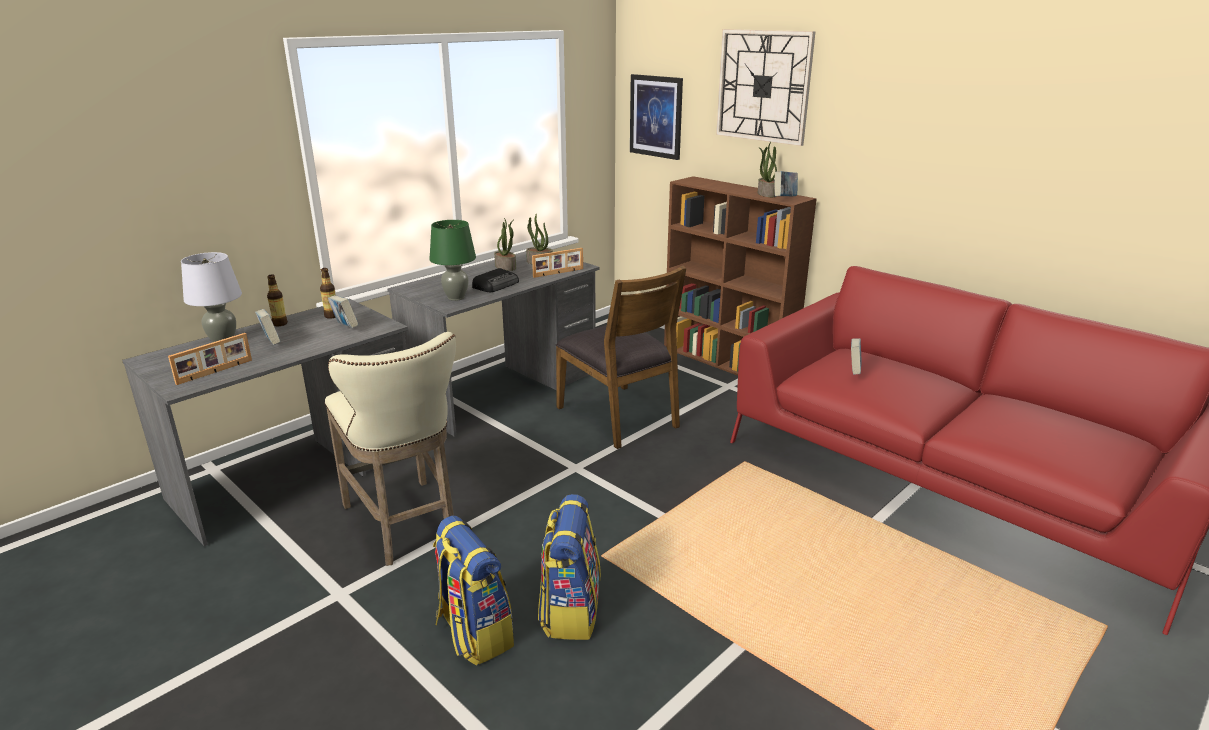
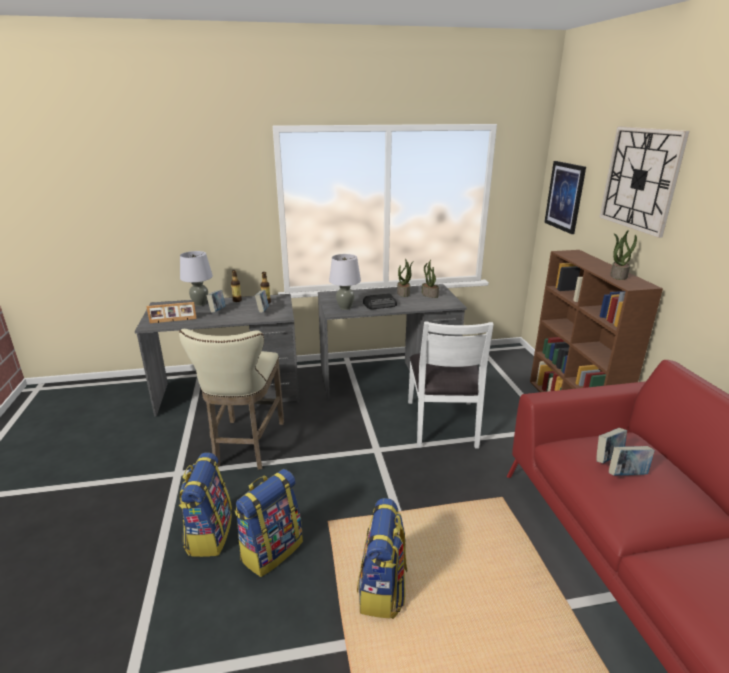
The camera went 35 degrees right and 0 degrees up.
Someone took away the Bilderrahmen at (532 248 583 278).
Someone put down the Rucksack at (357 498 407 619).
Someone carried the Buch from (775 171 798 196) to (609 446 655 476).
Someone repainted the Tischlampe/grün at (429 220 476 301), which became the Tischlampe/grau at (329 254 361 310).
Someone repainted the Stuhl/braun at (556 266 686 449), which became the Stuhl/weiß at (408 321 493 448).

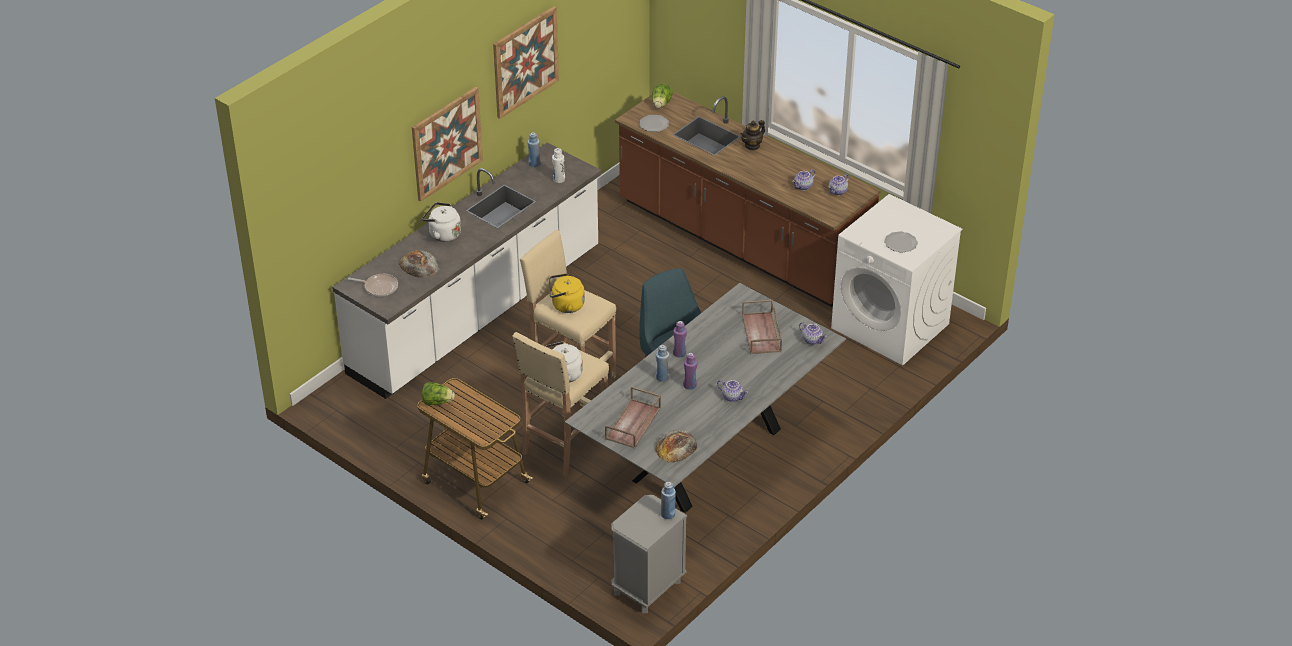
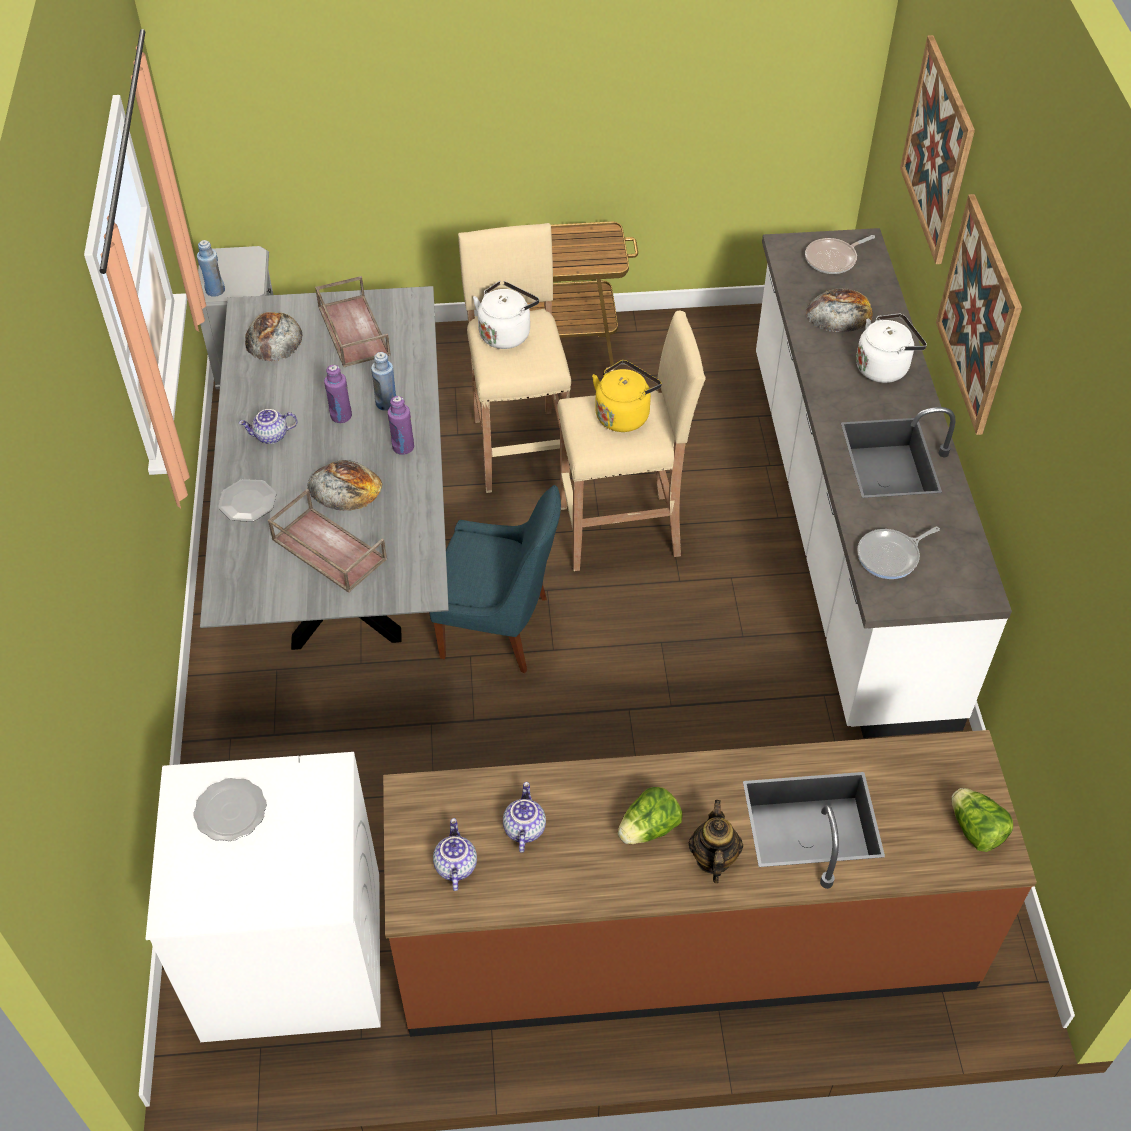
The camera went 135 degrees right and 10 degrees up.
Someone took away the Flasche/blau at (527 132 541 167).
Someone took away the Teekanne at (799 322 827 345).
Someone put down the Brot at (307 460 382 511).
Someone carried the Salatkopf from (422 382 455 405) to (618 787 682 844).
Someone carried the Bild from (493 6 559 119) to (900 35 975 264).
Someone carried the Teller from (640 115 669 132) to (218 479 276 522).
Someone swapped the Flasche/weiß at (552 148 565 183) for the Pfanne at (857 527 940 579).

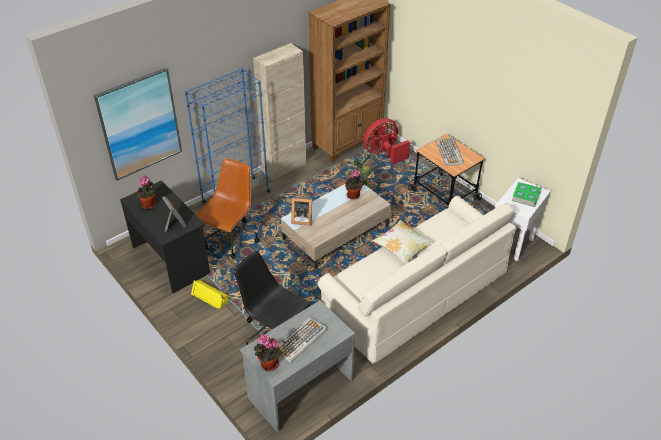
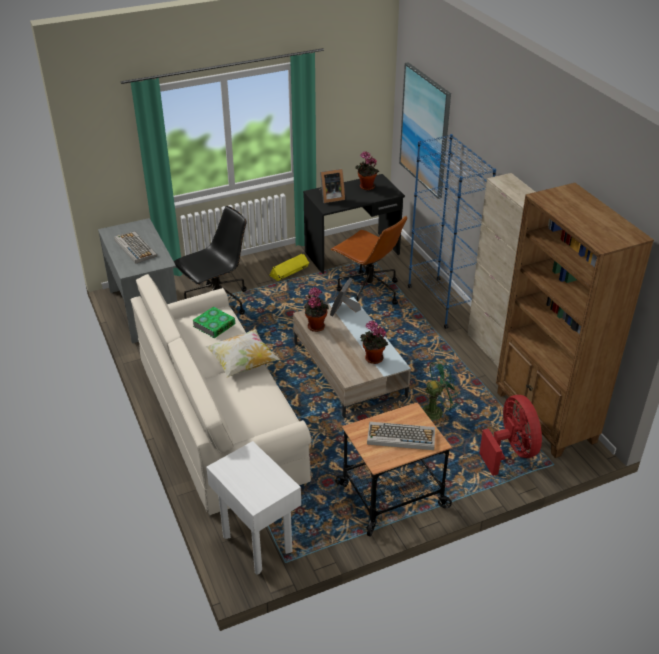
The camera went 105 degrees right and 5 degrees down.
Someone carried the Topfpflanze from (253 334 282 371) to (304 287 329 332).
Someone carried the Buch from (512 182 541 207) to (192 307 235 338).

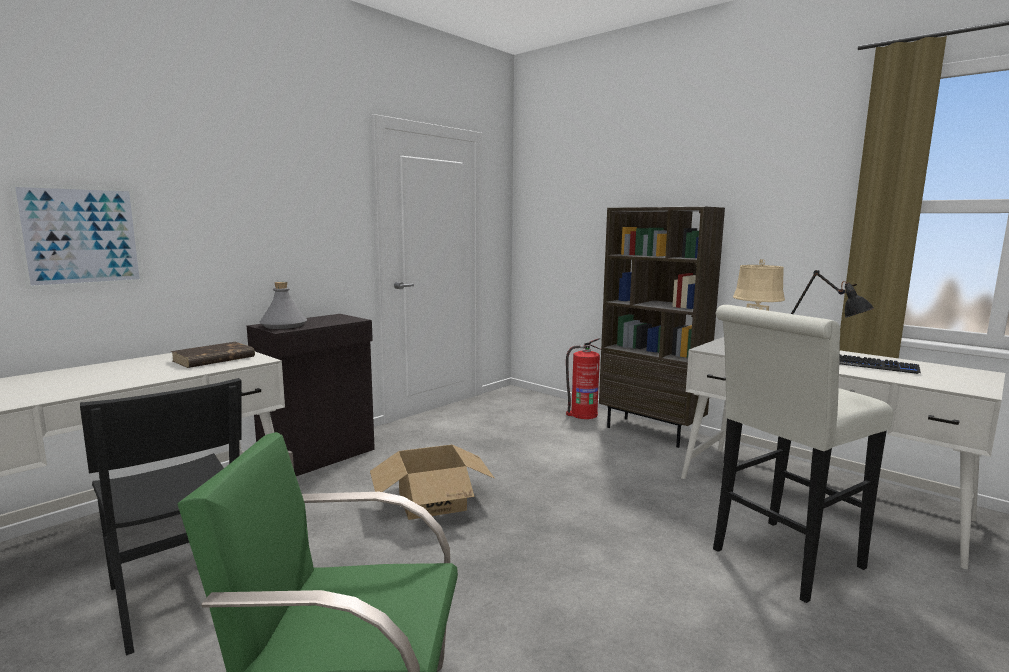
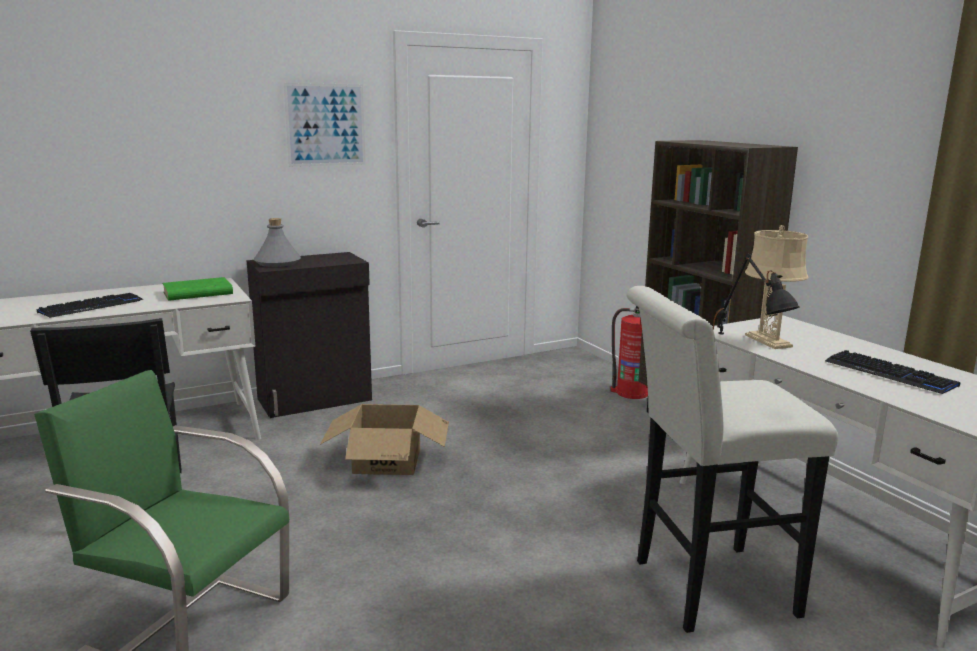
The camera went 20 degrees right and 5 degrees up.
Someone put down the Tastatur at (37 293 143 318).
Someone carried the Bild from (10 183 143 289) to (284 83 366 167).
Someone repainted the Buch/braun at (171 342 255 368), which became the Buch/grün at (162 277 233 301).

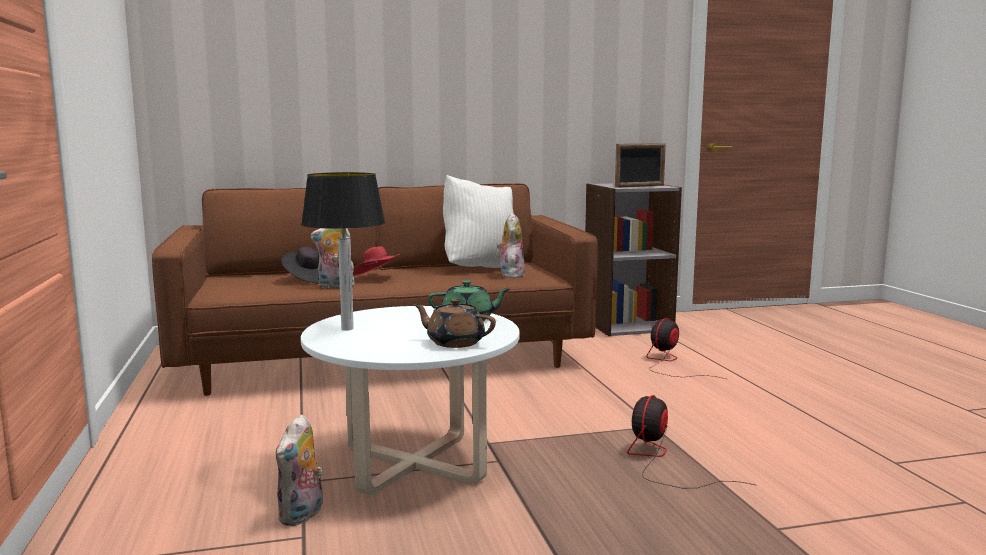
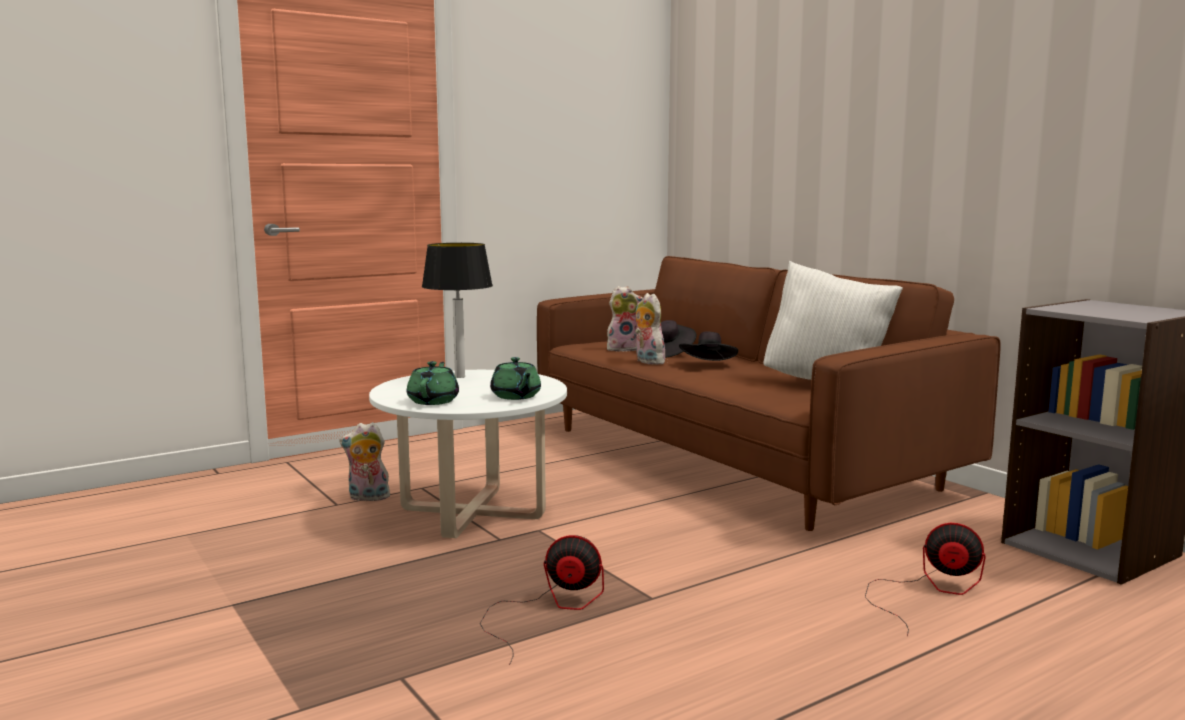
The camera went 70 degrees right and 0 degrees up.
Someone took away the Bilderrahmen at (615 143 666 188).
Someone carried the Plüschtier from (497 213 525 278) to (607 286 643 352).
Someone repainted the Hut/rot at (353 246 400 276), which became the Hut/schwarz at (679 332 738 361).
Someone repainted the Teekanne/braun at (413 299 496 348), which became the Teekanne/grün at (407 361 459 405).

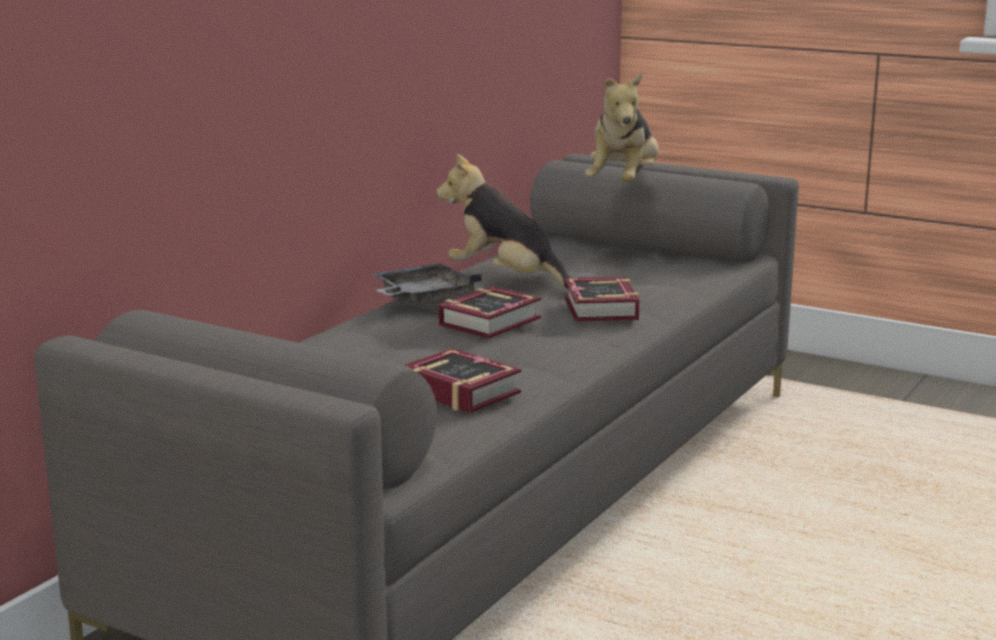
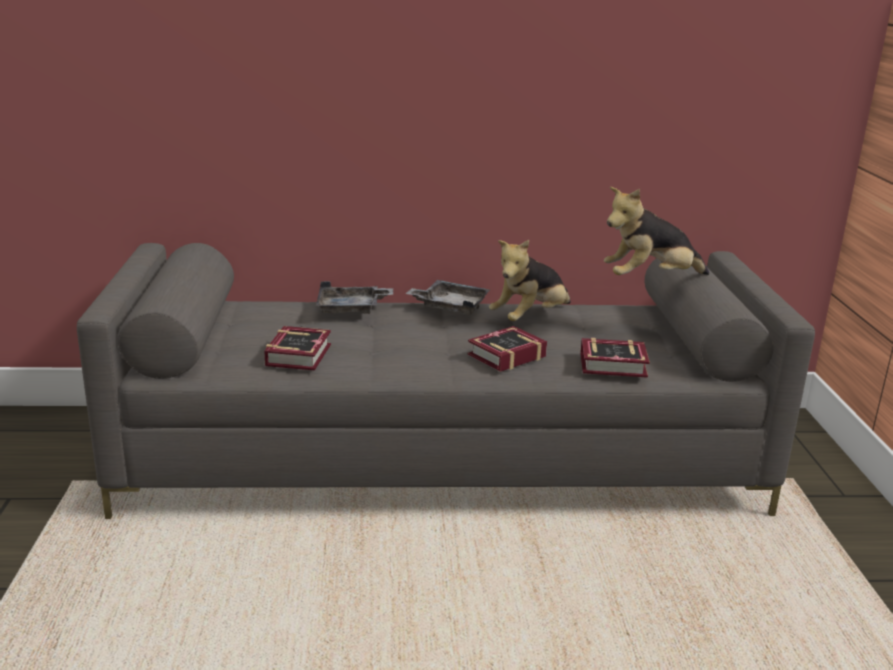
The camera went 55 degrees right and 5 degrees up.
Someone put down the Tablett/grau at (316 281 393 314).
Someone carried the Buch from (438 286 541 338) to (580 338 650 378).
Someone rotated the Plüschtier at (436 154 572 289) by 135 degrees counterclockwise.

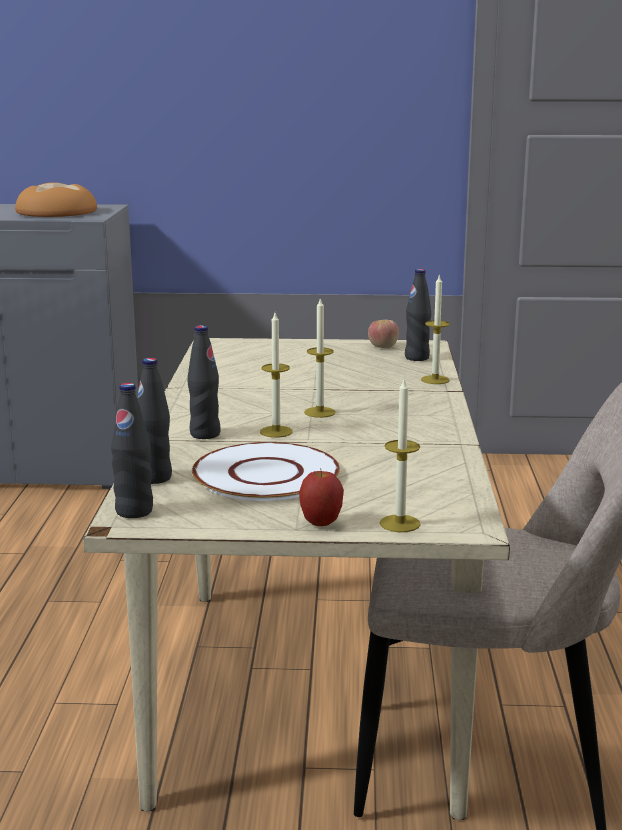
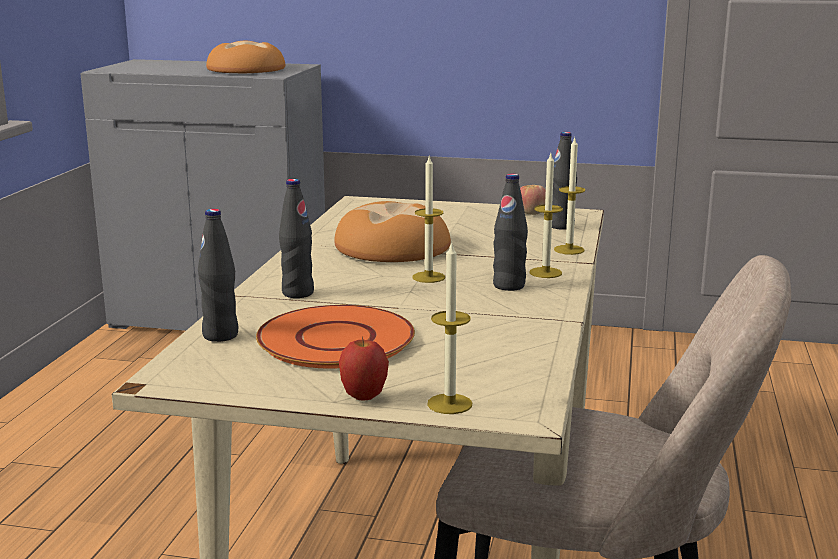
The camera went 10 degrees right and 0 degrees up.
Someone put down the Brot at (334 201 451 262).
Someone carried the Flasche/schwarz from (111 383 153 518) to (493 174 528 291).
Someone carried the Kerze from (260 313 293 438) to (530 153 563 278).
Someone repainted the Teller/weiß at (192 442 340 501), which became the Teller/orange at (256 305 415 369).

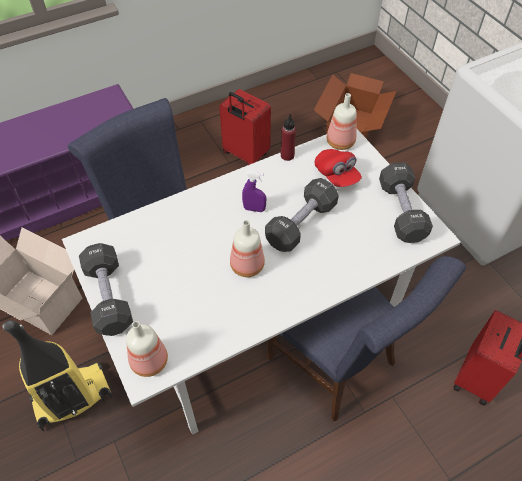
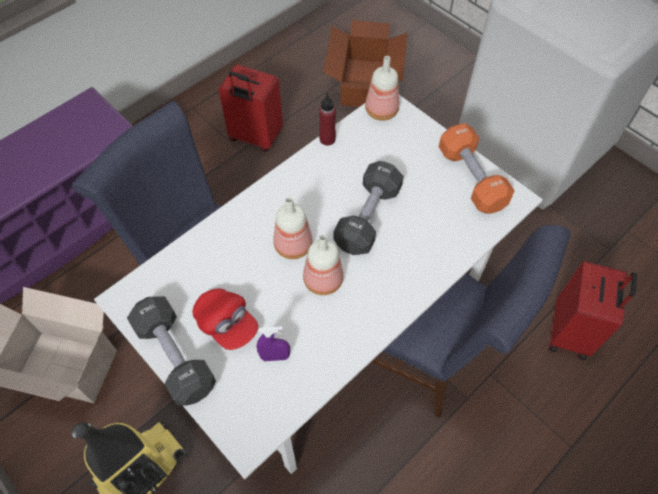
The camera went 15 degrees left and 5 degrees up.
Someone carried the Flasche from (126 321 168 377) to (273 197 313 259).
Someone carried the Sprühflasche/lila from (242 171 266 212) to (257 326 290 361).
Someone carried the Kappe/rot from (315 149 362 187) to (193 288 258 350).
Someone repainted the Hantel/schwarz at (379 162 433 243), which became the Hantel/orange at (439 123 515 214).

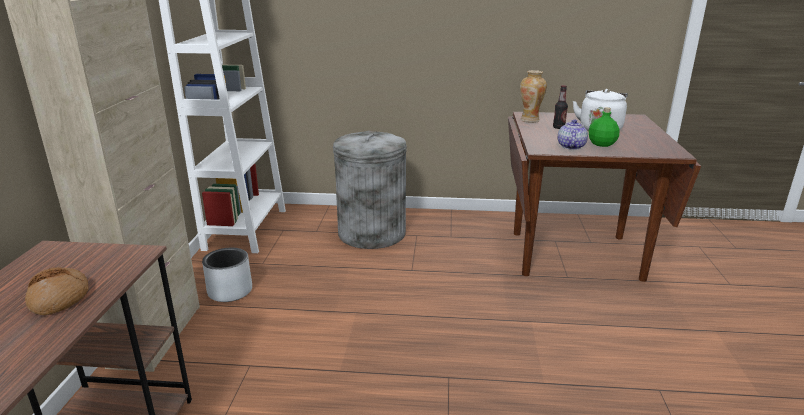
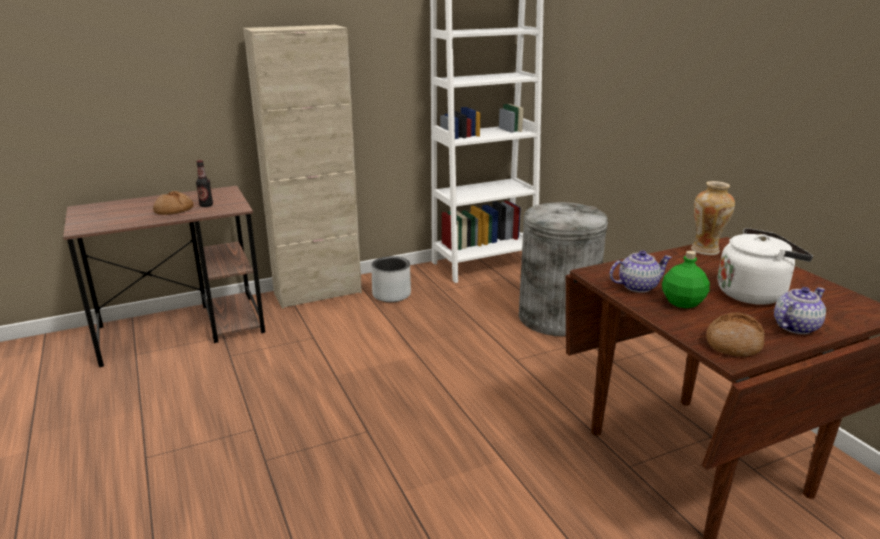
The camera went 60 degrees right and 0 degrees up.
Someone put down the Brot at (706 312 765 357).
Someone put down the Teekanne at (774 287 826 334).
Someone carried the Flasche from (553 85 568 129) to (196 160 213 207).

